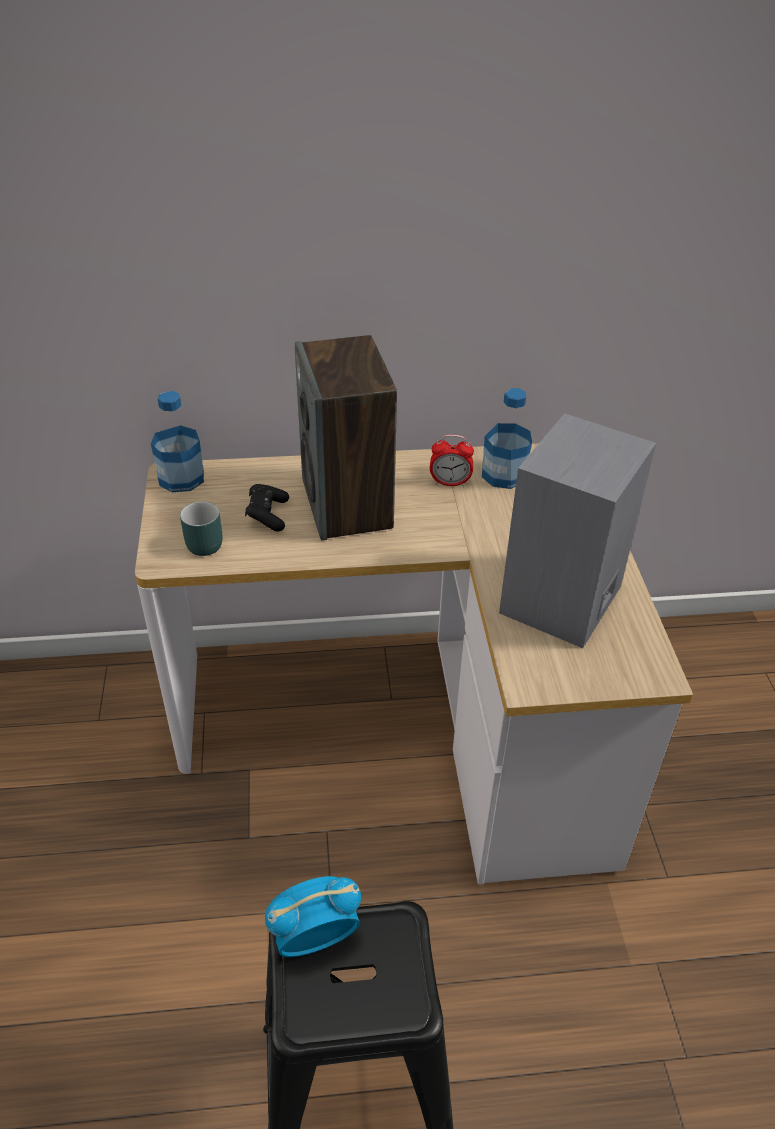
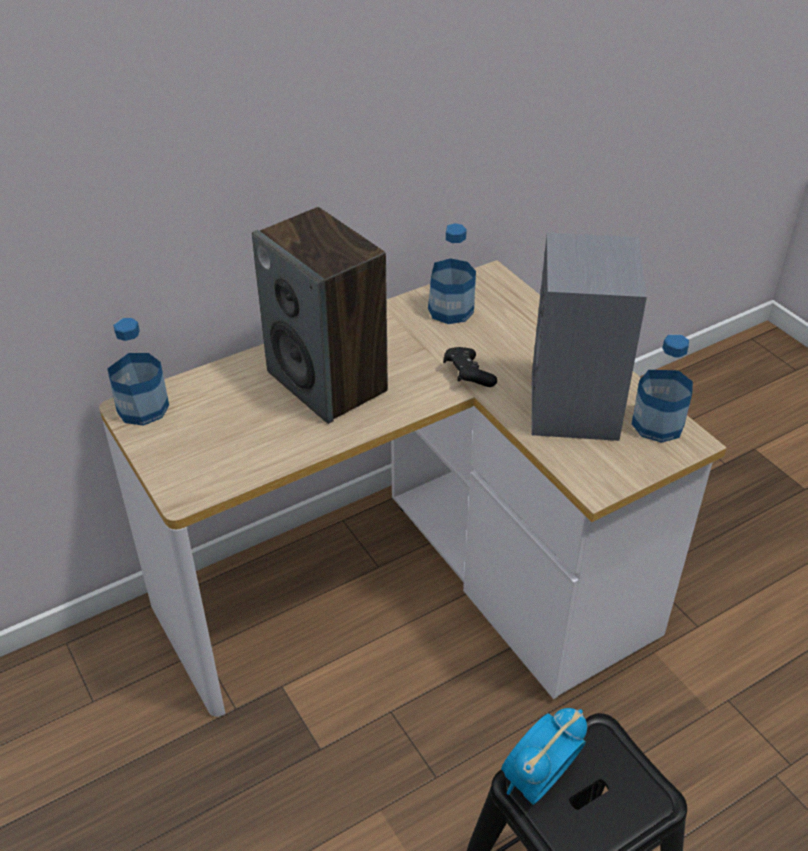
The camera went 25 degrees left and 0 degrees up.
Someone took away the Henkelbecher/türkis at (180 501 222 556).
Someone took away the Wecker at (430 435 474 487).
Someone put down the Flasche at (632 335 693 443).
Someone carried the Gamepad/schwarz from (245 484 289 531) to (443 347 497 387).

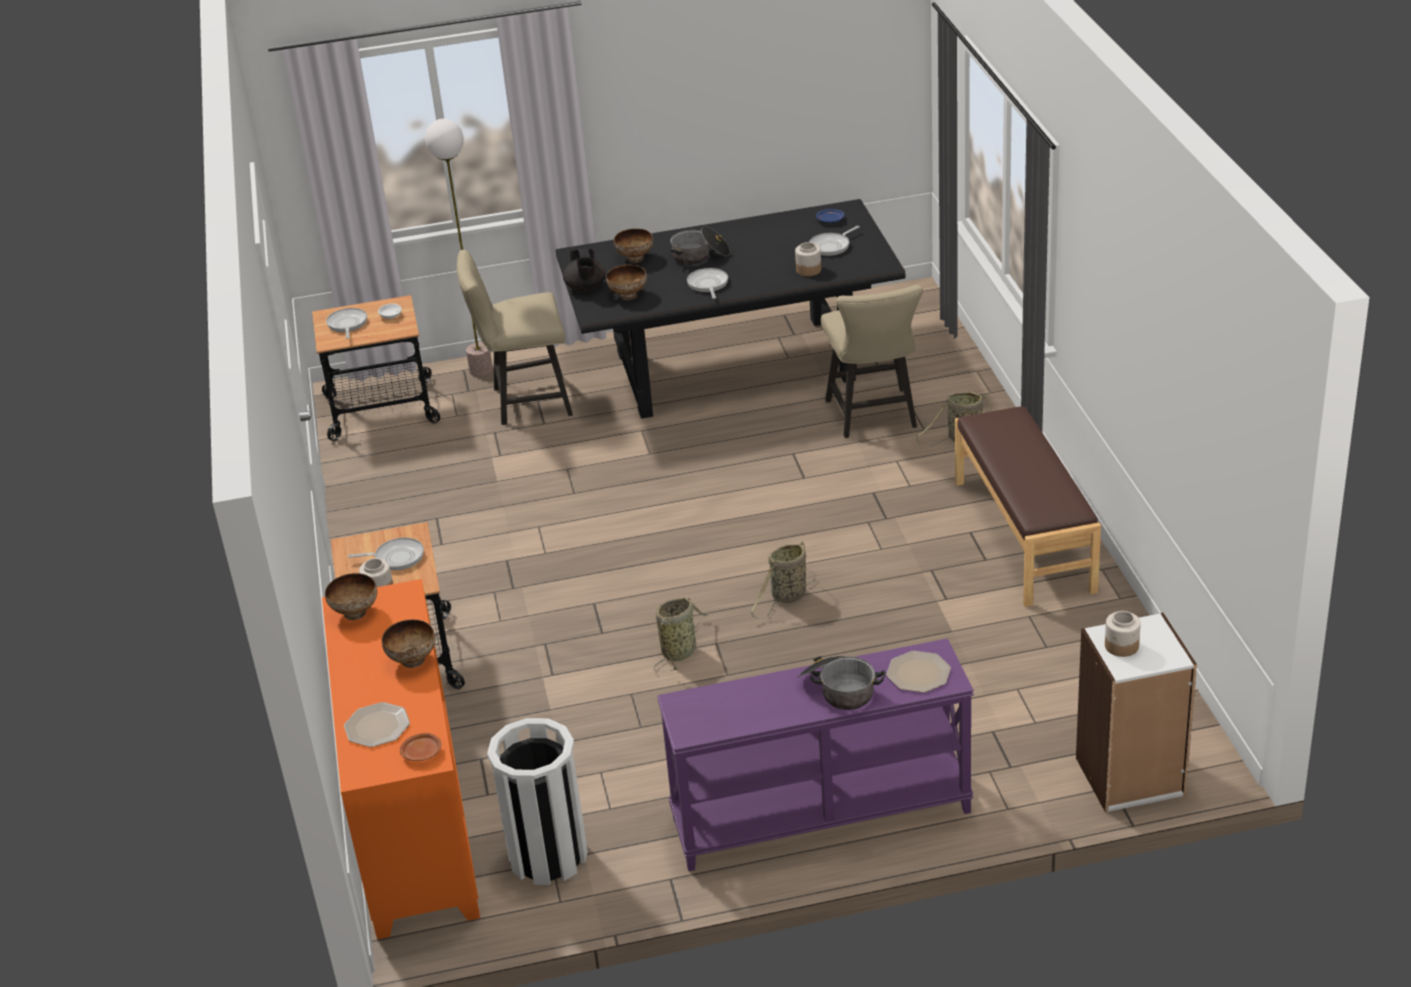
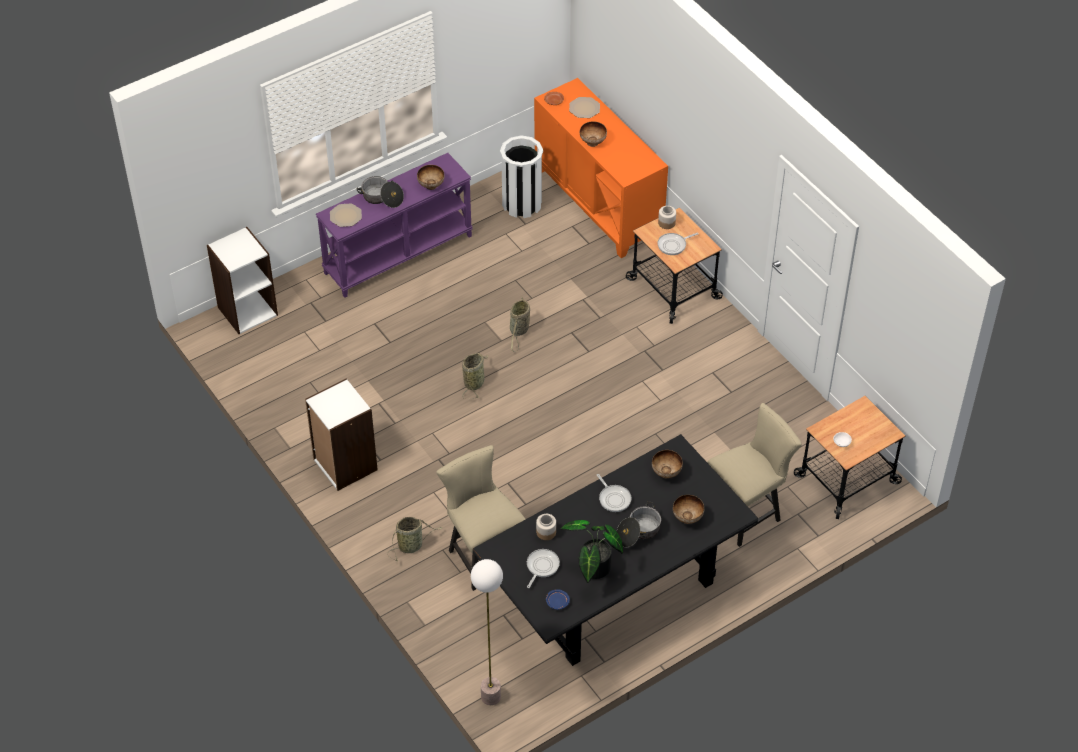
The camera went 155 degrees right and 15 degrees up.
Someone took away the Pfanne at (326 308 367 339).
Someone took away the Teekanne/schwarz at (563 248 606 291).
Someone took away the Vorratsglas at (1105 611 1141 657).
Someone put down the Topfpflanze at (560 520 623 583).
Someone carried the Schüssel from (325 573 377 620) to (417 165 445 190).
Someone carried the Stehlampe from (425 119 493 377) to (471 559 503 705).
Someone swapped the Bank/braun at (955 406 1101 607) for the Bücherregal/weiß at (305 378 378 491).

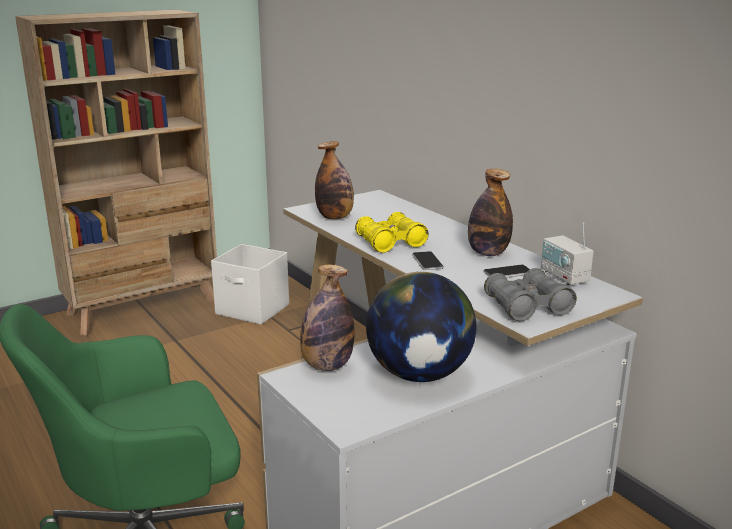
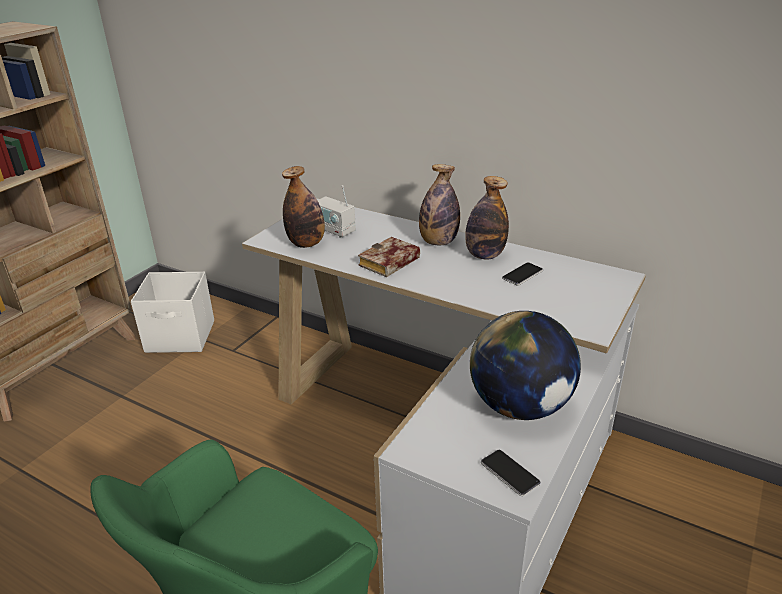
The camera went 25 degrees left and 10 degrees up.
Someone took away the Fernglas/grau at (484 268 577 321).
Someone carried the Flasche from (300 264 355 371) to (419 164 460 245).
Someone carried the Handy from (412 251 444 270) to (481 450 541 496).
Someone carried the Radio from (541 222 594 285) to (317 185 356 238).
Someone swapped the Fernglas/gelb at (355 212 429 253) for the Buch at (358 237 420 277).

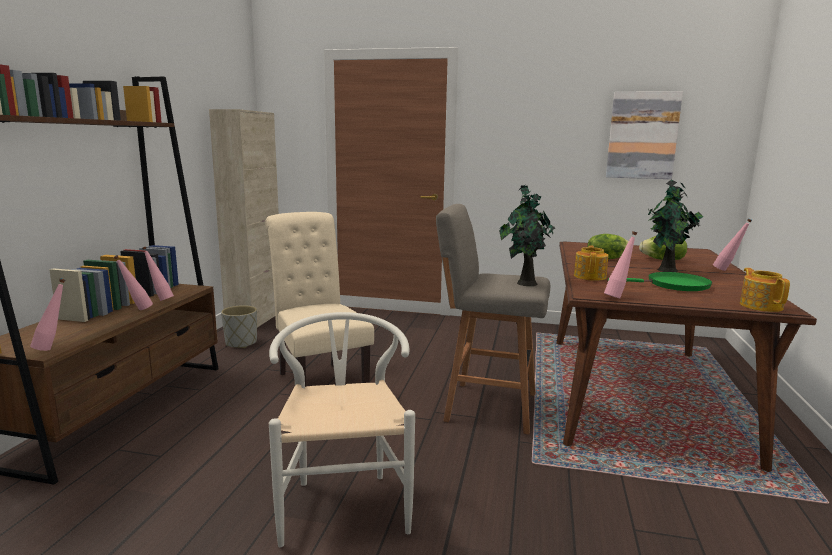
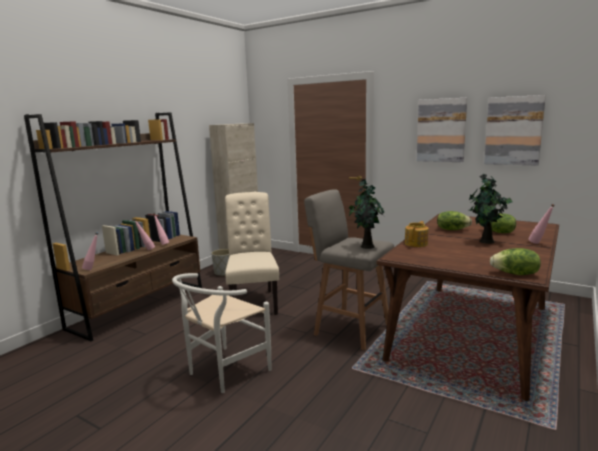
The camera went 20 degrees right and 0 degrees up.
Someone took away the Flasche/rosa at (604 231 637 299).
Someone took away the Pfanne/grün at (608 272 712 291).
Someone put up the Bild at (417 98 467 162).
Someone swapped the Teekanne at (740 268 790 312) for the Salatkopf at (490 248 541 275).
Someone rotated the Stuhl/weiß at (269 312 415 547) by 150 degrees counterclockwise.

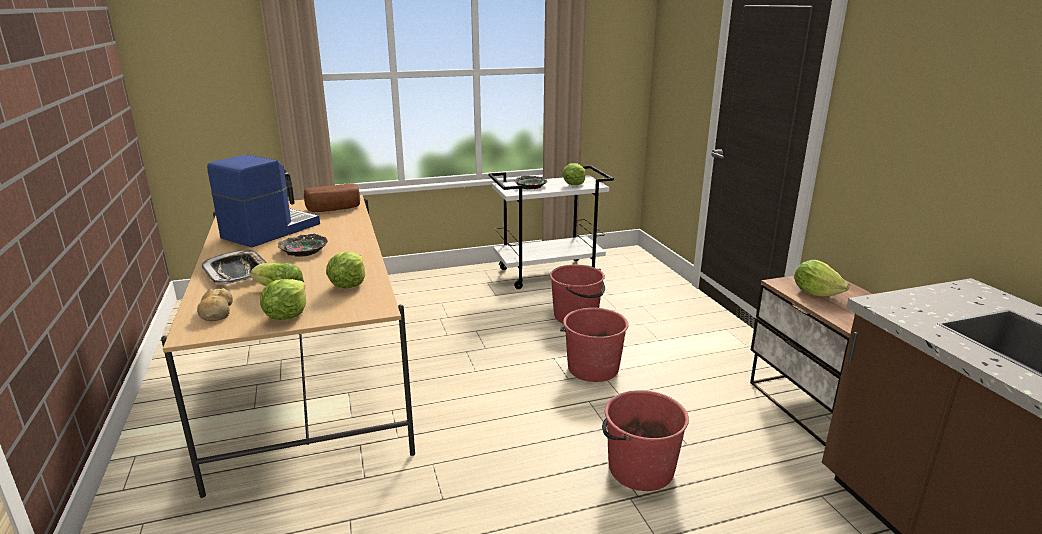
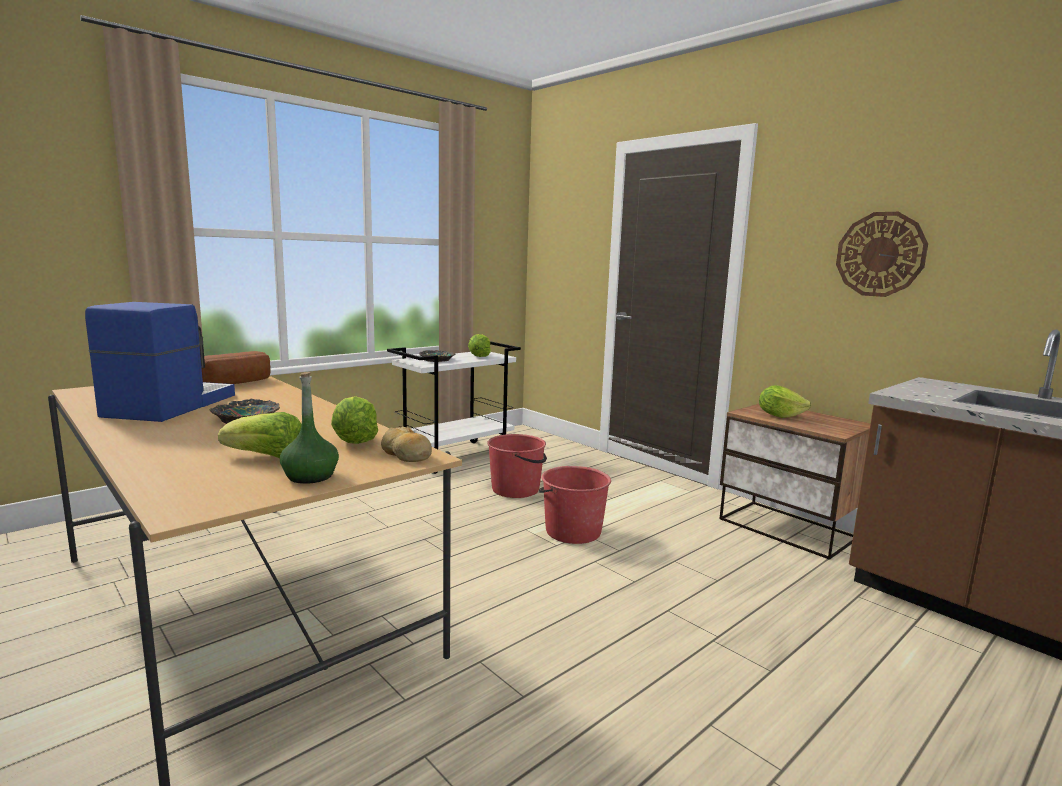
The camera went 25 degrees left and 10 degrees down.
Someone took away the Tablett at (201 250 267 284).
Someone took away the Eimer/rot at (602 390 689 491).
Someone put up the Wanduhr at (836 212 928 297).
Someone carried the Brot from (197 287 233 321) to (381 426 432 462).
Someone swapped the Salatkopf at (260 279 306 320) for the Flasche/grün at (280 372 339 484).

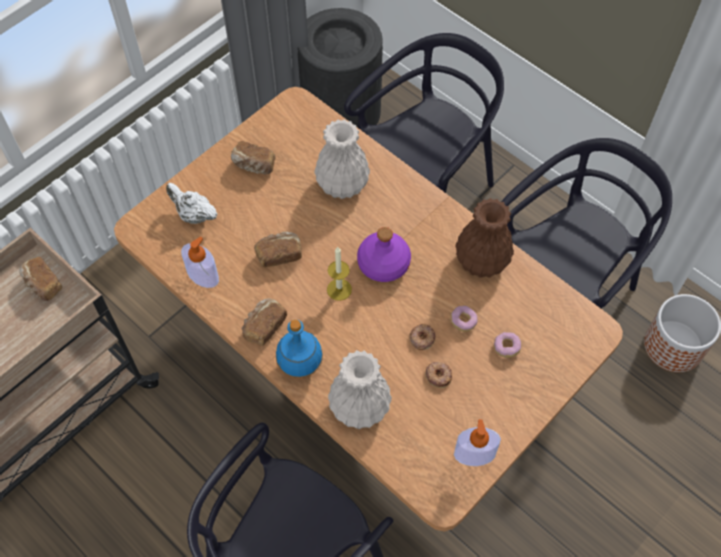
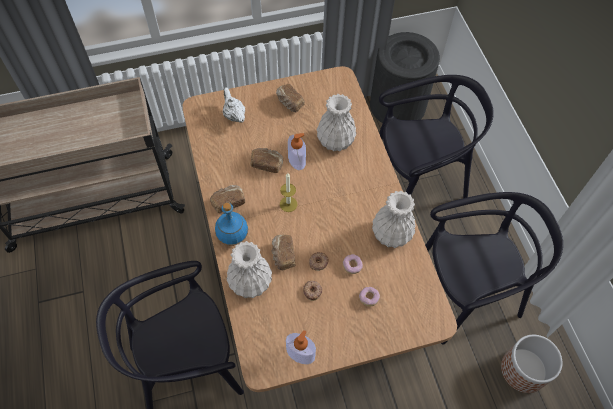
The camera went 30 degrees right and 0 degrees up.
Someone took away the Flasche/lila at (357 227 411 282).
Someone carried the Brot from (19 257 62 301) to (271 235 295 270).
Someone carried the Seifenspender from (181 237 219 288) to (288 133 306 170).
Someone repainted the Vase/braun at (455 198 514 278), which became the Vase/weiß at (372 191 416 248).

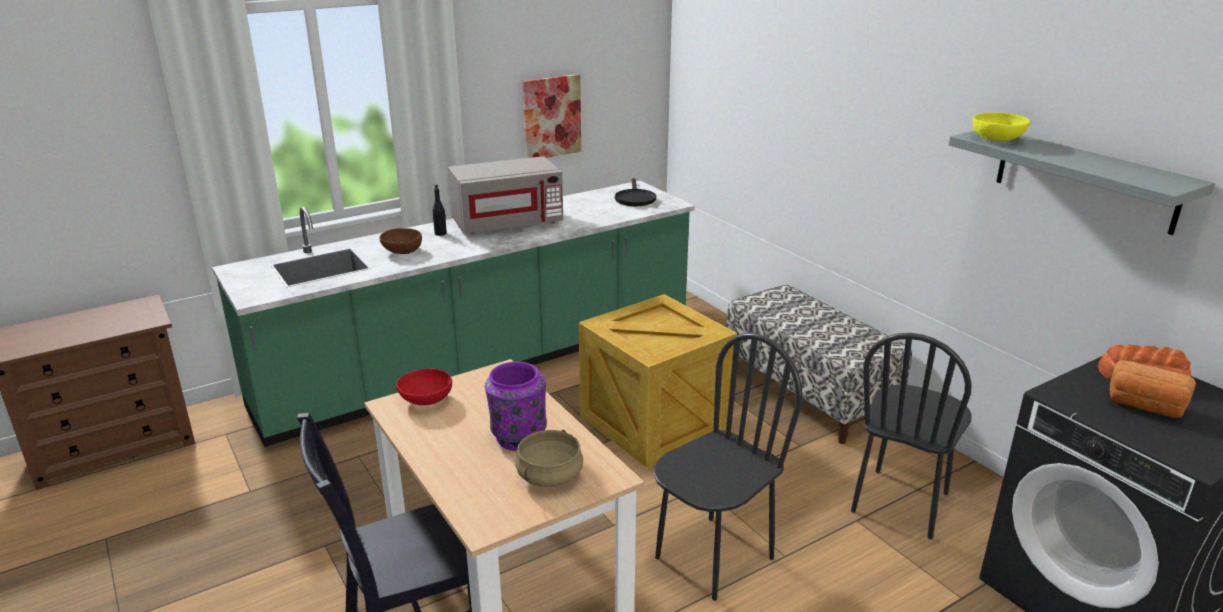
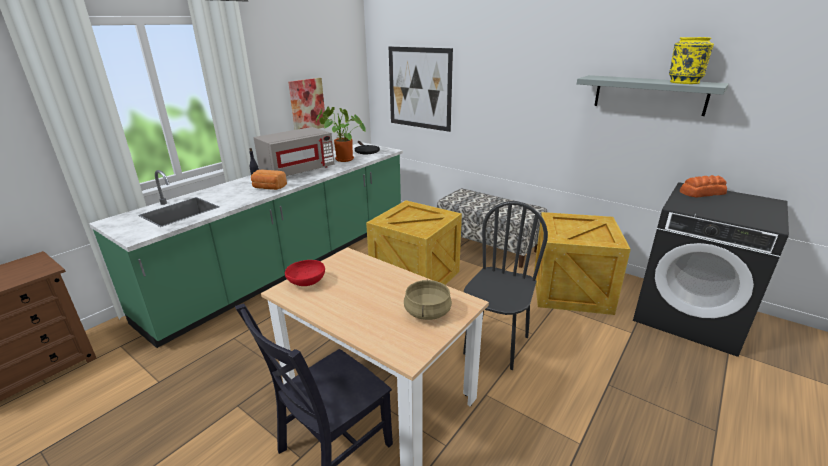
The camera went 20 degrees left and 0 degrees up.
Someone took away the Schüssel/braun at (379 228 422 254).
Someone took away the Vase/lila at (485 362 547 451).
Someone took away the Schüssel/gelb at (972 113 1030 141).
Someone put down the Topfpflanze at (316 107 366 162).
Someone put up the Bild at (389 46 453 132).
Someone put down the Vase/gelb at (669 37 714 84).
Someone carried the Brot from (1110 360 1196 418) to (251 170 287 190).
Someone swapped the Stuhl/schwarz at (851 333 972 539) for the Kiste at (534 212 631 315).

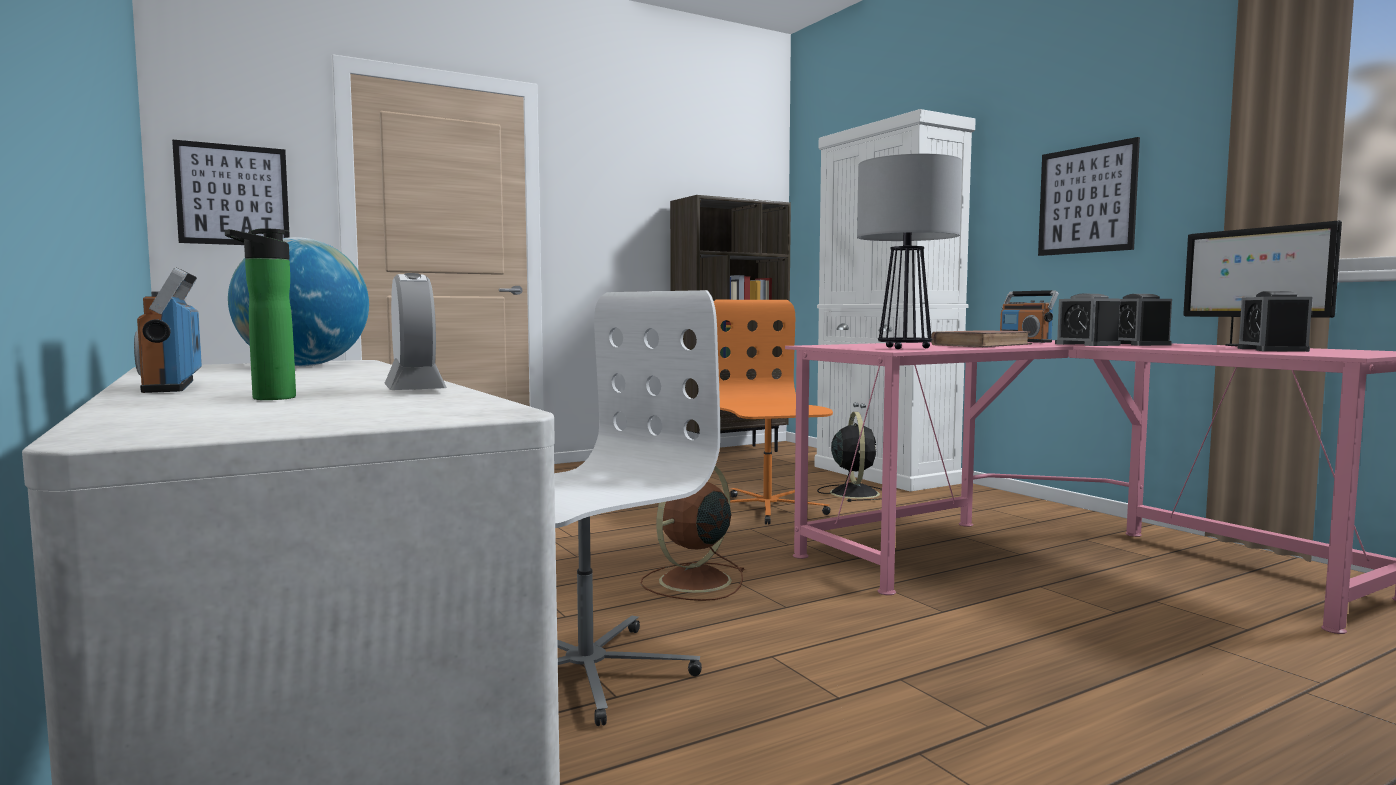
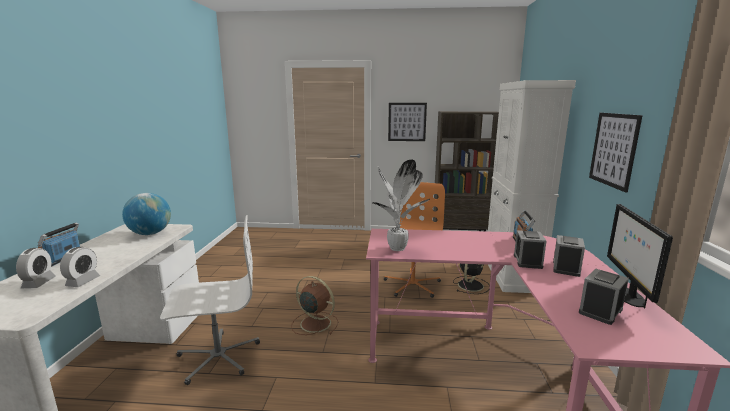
The camera went 35 degrees right and 10 degrees up.
Someone took away the Buch/braun at (931 330 1032 347).
Someone carried the Bild from (172 140 290 245) to (388 103 427 141).
Someone swapped the Flasche at (225 229 296 400) for the Wecker at (16 248 56 288).
Someone swapped the Tischlampe at (857 154 962 349) for the Topfpflanze at (372 160 430 251).
Someone rotated the Ventilator/braun at (640 466 745 601) by 45 degrees clockwise.

